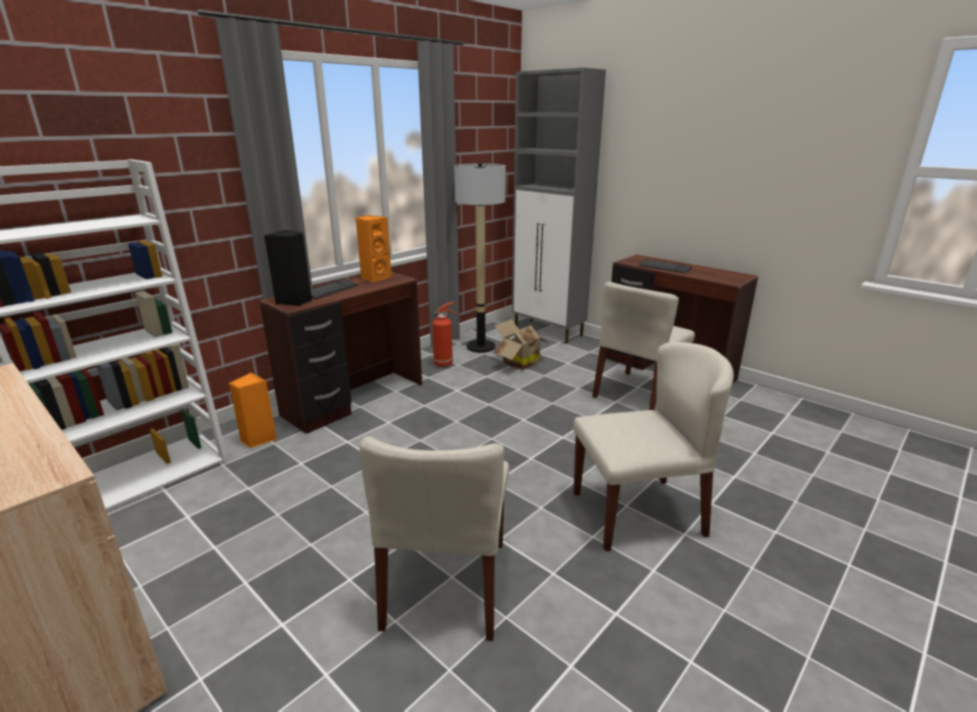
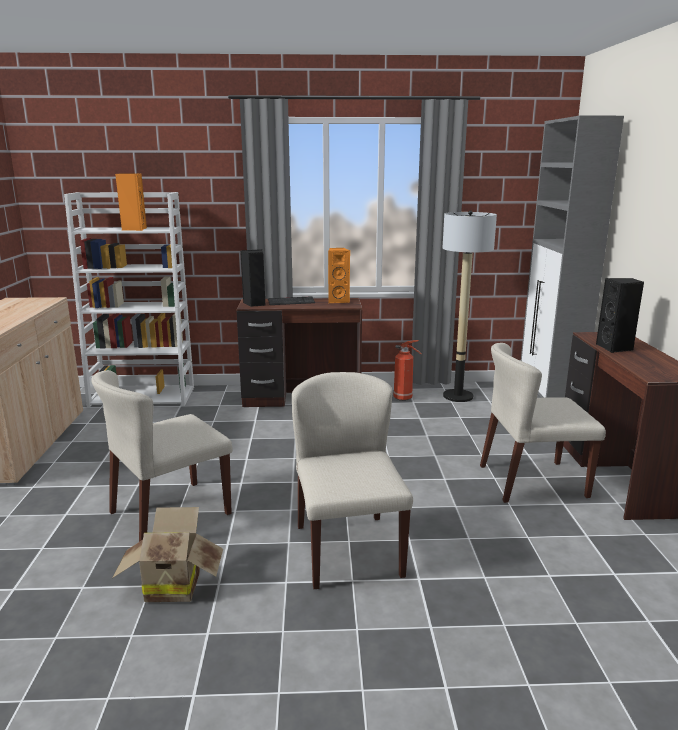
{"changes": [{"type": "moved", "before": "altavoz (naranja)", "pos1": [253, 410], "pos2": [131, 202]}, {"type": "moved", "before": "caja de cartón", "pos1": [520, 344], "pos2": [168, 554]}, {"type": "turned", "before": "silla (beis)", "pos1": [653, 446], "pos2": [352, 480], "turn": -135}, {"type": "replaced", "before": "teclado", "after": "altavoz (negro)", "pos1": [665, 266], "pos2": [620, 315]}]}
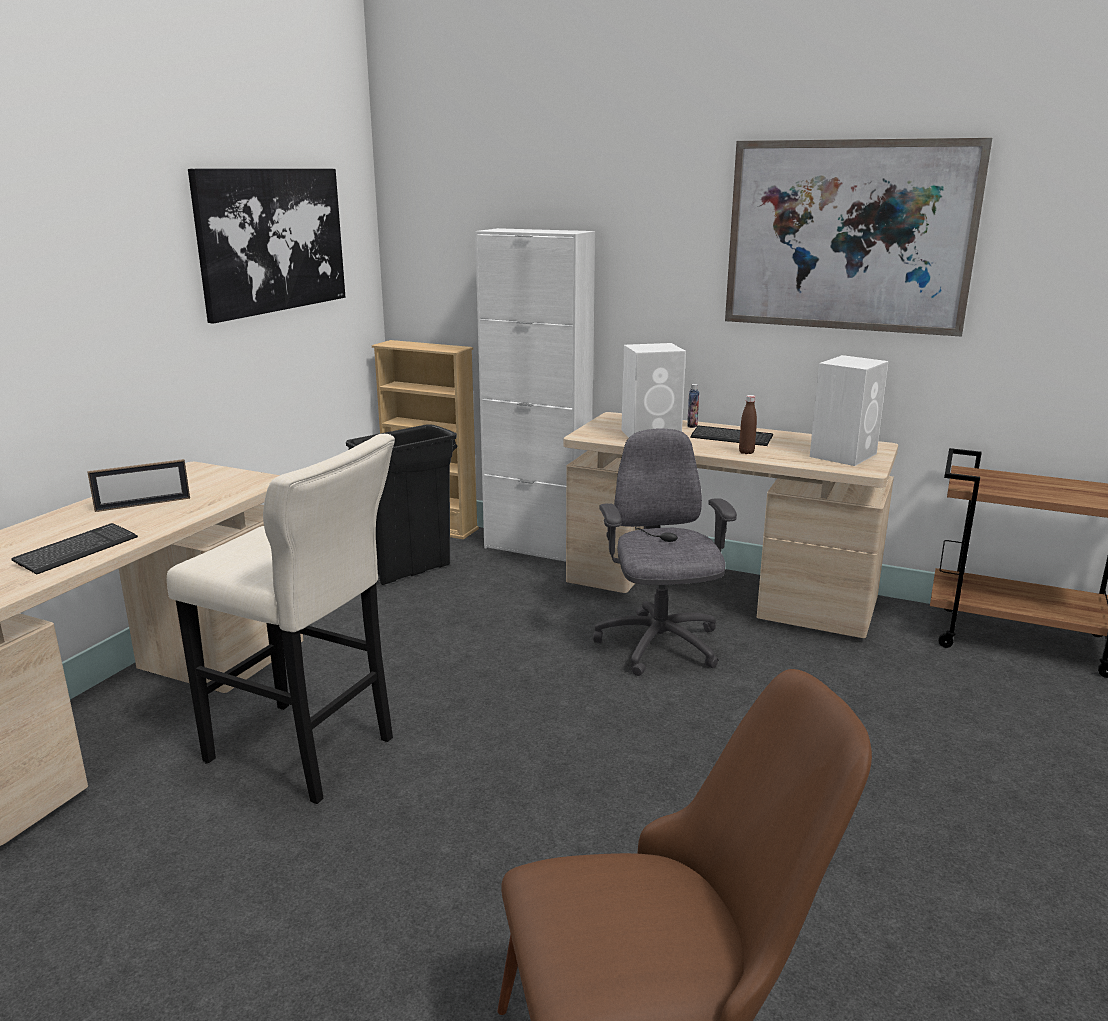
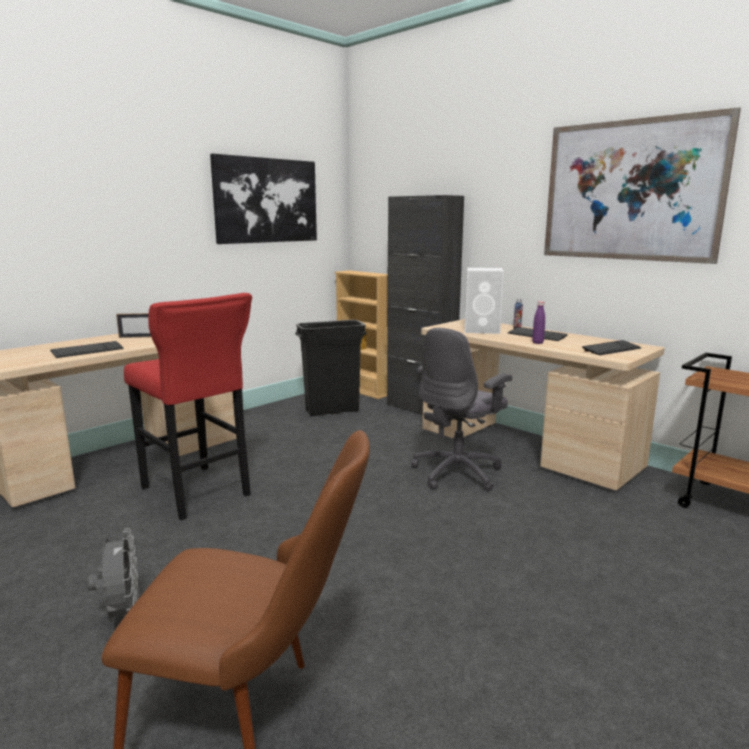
{"changes": [{"type": "recoloured", "before": "taburete (beis)", "after": "taburete (rojo)", "pos1": [281, 619], "pos2": [188, 406]}, {"type": "recoloured", "before": "armario (blanco)", "after": "armario (negro)", "pos1": [535, 395], "pos2": [425, 305]}, {"type": "turned", "before": "silla de oficina (gris)", "pos1": [665, 552], "pos2": [461, 409], "turn": -150}, {"type": "recoloured", "before": "botella (marrón)", "after": "botella (morado)", "pos1": [748, 424], "pos2": [538, 322]}, {"type": "replaced", "before": "altavoz (blanco)", "after": "teclado", "pos1": [849, 410], "pos2": [611, 347]}, {"type": "added", "after": "ventilador (gris)", "pos2": [113, 575]}]}
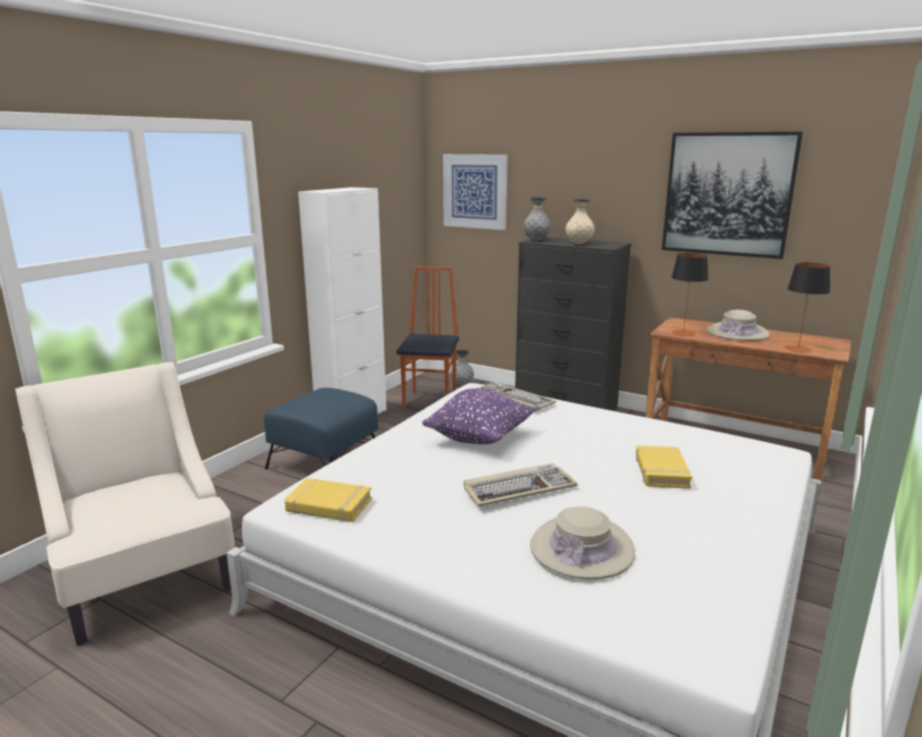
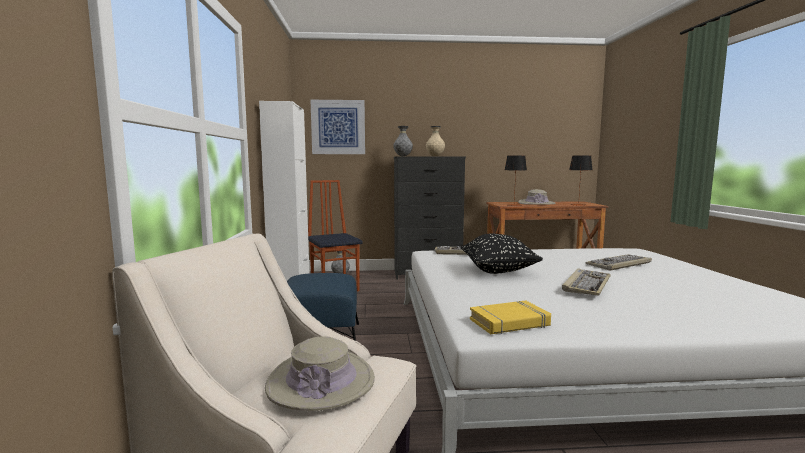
{"changes": [{"type": "recoloured", "before": "cojín (morado)", "after": "cojín (negro)", "pos1": [478, 416], "pos2": [501, 253]}, {"type": "moved", "before": "sombrero (beis)", "pos1": [582, 543], "pos2": [320, 373]}, {"type": "replaced", "before": "libro (amarillo)", "after": "teclado", "pos1": [664, 467], "pos2": [618, 262]}, {"type": "removed", "before": "cuadro", "pos1": [732, 195]}]}
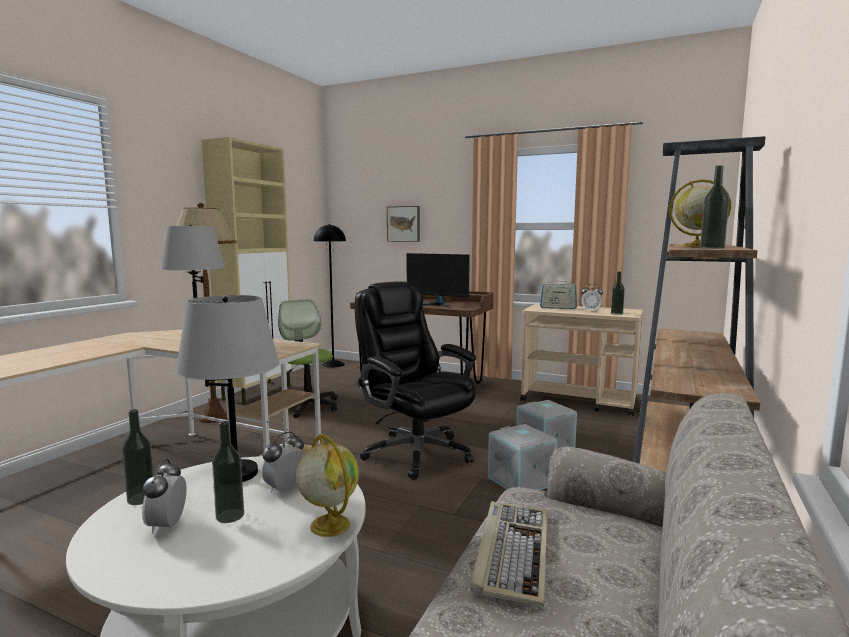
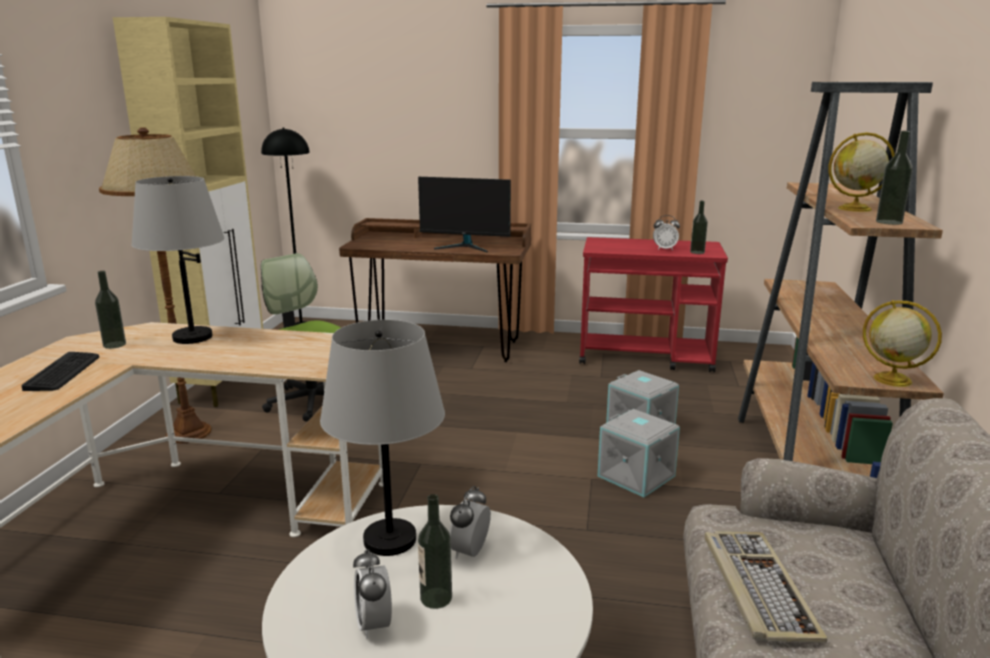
{"changes": [{"type": "moved", "before": "botella", "pos1": [138, 457], "pos2": [110, 310]}, {"type": "moved", "before": "globo terráqueo", "pos1": [327, 485], "pos2": [902, 343]}, {"type": "removed", "before": "silla de oficina (negro)", "pos1": [415, 380]}, {"type": "removed", "before": "cuadro", "pos1": [403, 224]}, {"type": "recoloured", "before": "carrito (beis)", "after": "carrito (rojo)", "pos1": [581, 360], "pos2": [653, 305]}, {"type": "removed", "before": "radio", "pos1": [558, 293]}, {"type": "added", "after": "teclado", "pos2": [60, 371]}]}
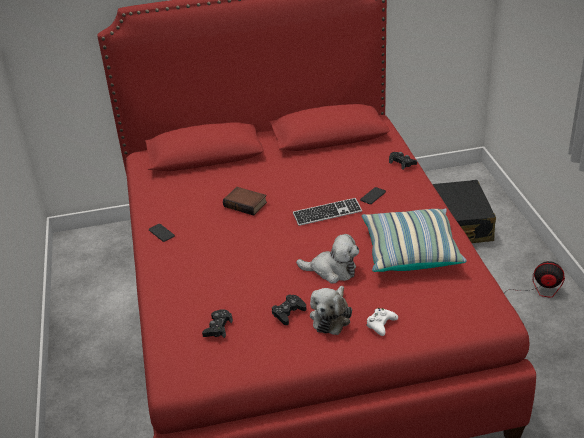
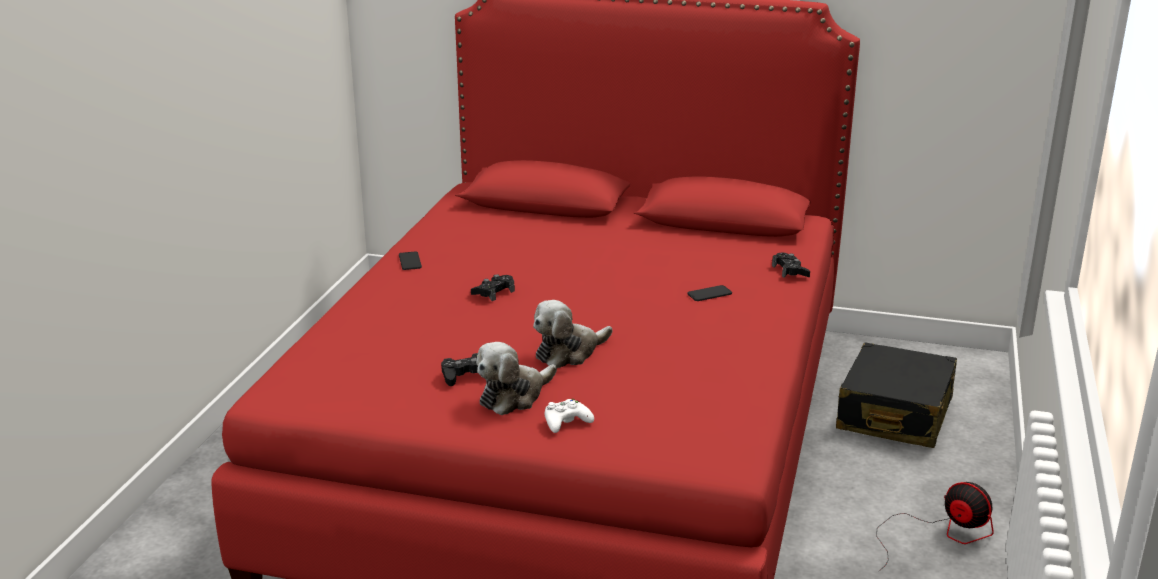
{"changes": [{"type": "moved", "before": "mando de consola (negro)", "pos1": [217, 323], "pos2": [493, 287]}, {"type": "removed", "before": "libro", "pos1": [245, 201]}, {"type": "removed", "before": "teclado", "pos1": [327, 212]}, {"type": "turned", "before": "peluche", "pos1": [327, 259], "pos2": [572, 334], "turn": 105}, {"type": "removed", "before": "cojín", "pos1": [414, 240]}]}
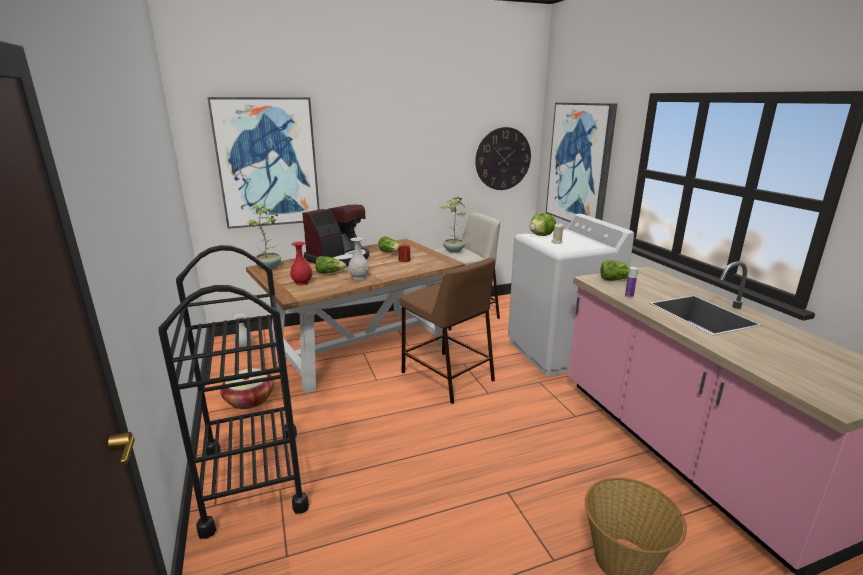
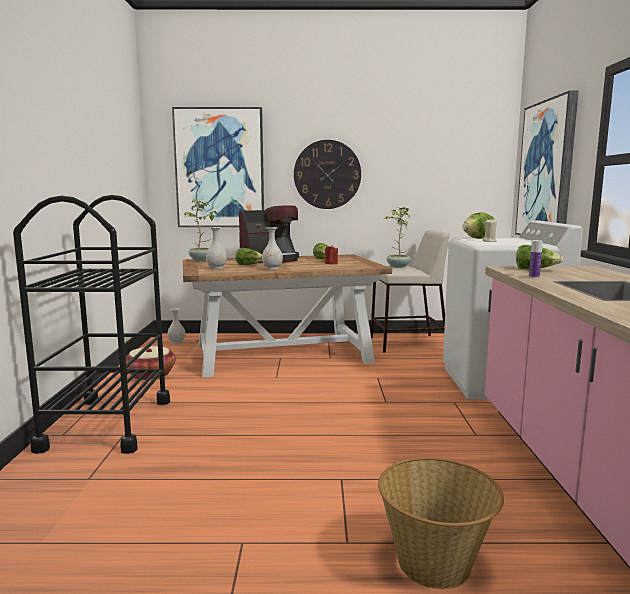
{"changes": [{"type": "recoloured", "before": "florero (rojo)", "after": "florero (blanco)", "pos1": [301, 263], "pos2": [216, 248]}, {"type": "removed", "before": "taburete (marrón)", "pos1": [447, 331]}, {"type": "moved", "before": "reloj de pared", "pos1": [503, 158], "pos2": [327, 174]}]}
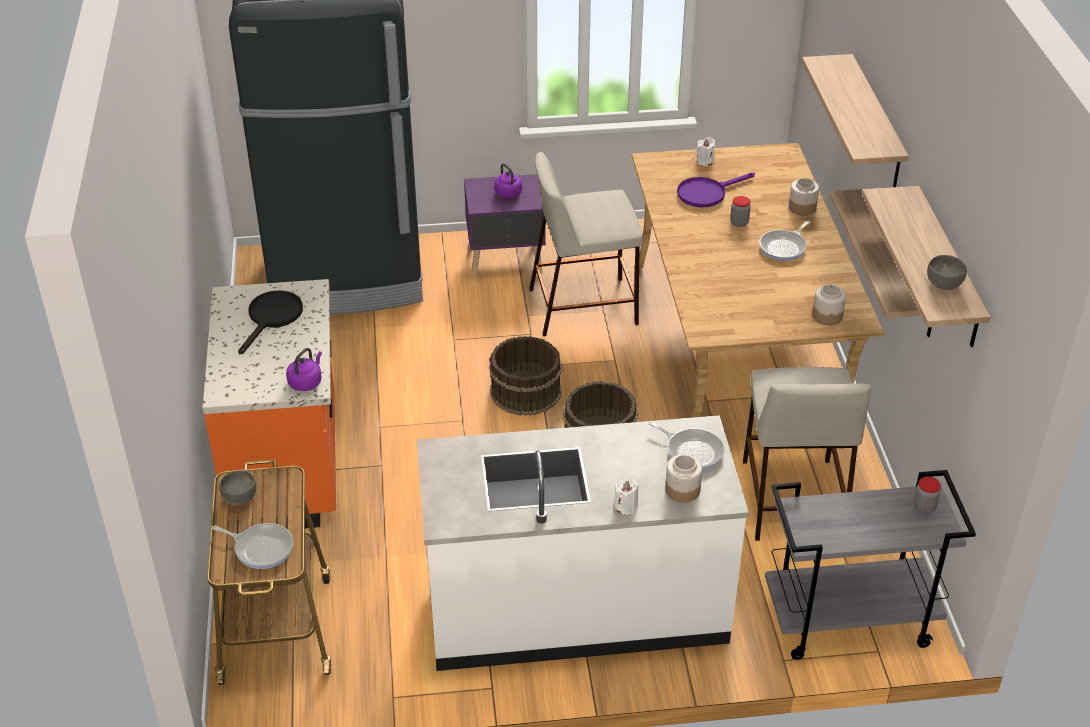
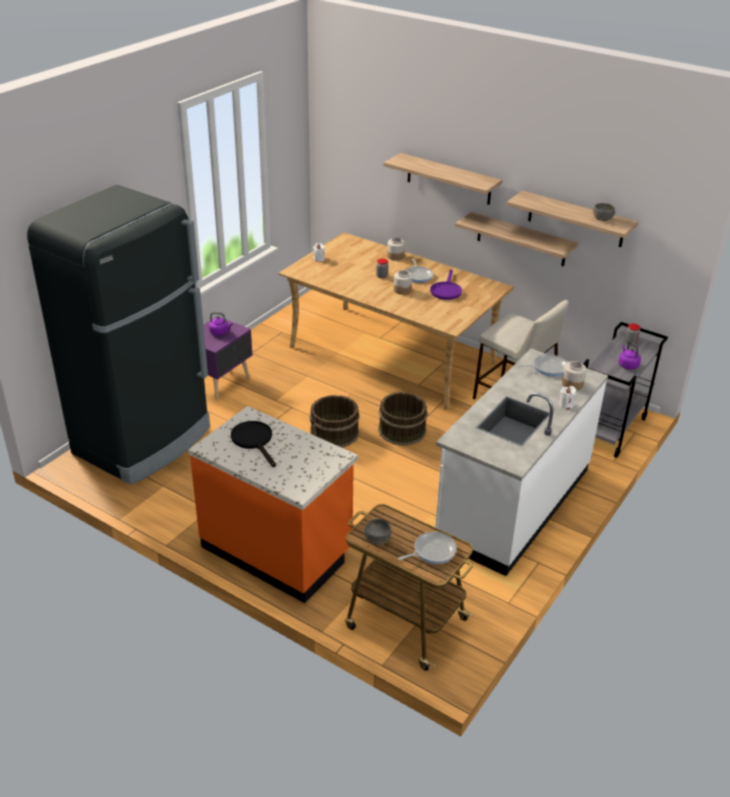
{"changes": [{"type": "moved", "before": "hervidor (morado)", "pos1": [304, 369], "pos2": [630, 356]}, {"type": "removed", "before": "taburete (beis)", "pos1": [586, 244]}, {"type": "moved", "before": "sartén (morado)", "pos1": [716, 189], "pos2": [446, 285]}, {"type": "moved", "before": "tarro", "pos1": [829, 305], "pos2": [403, 282]}]}
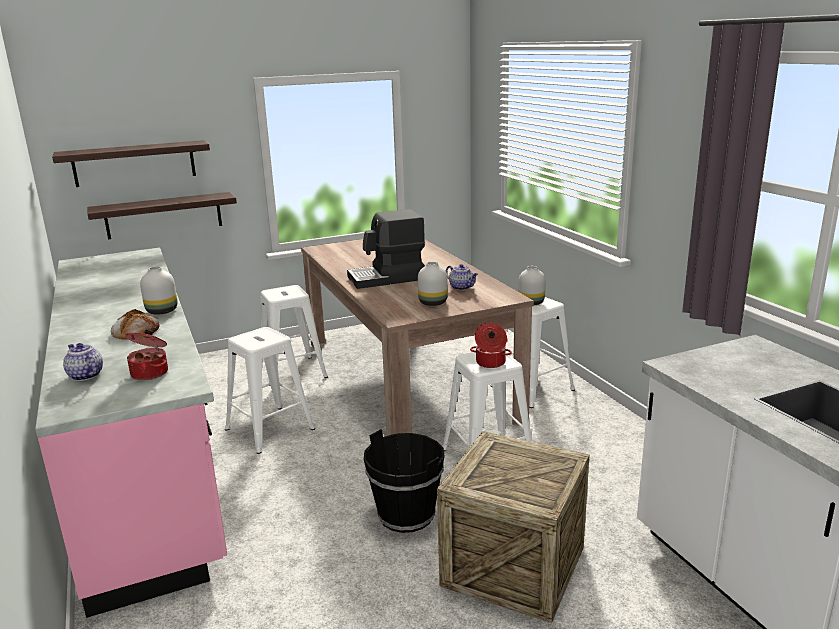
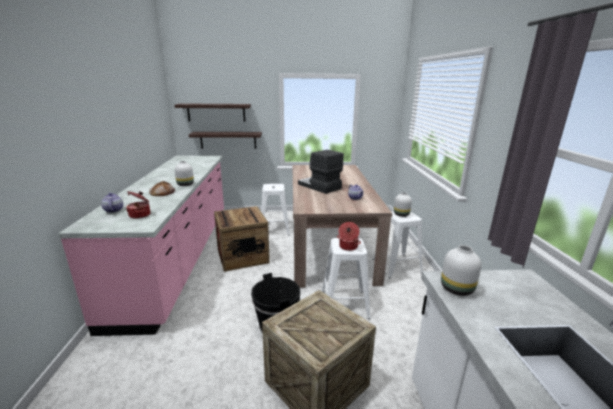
{"changes": [{"type": "replaced", "before": "taburete (blanco)", "after": "caja de embalaje", "pos1": [270, 390], "pos2": [242, 239]}, {"type": "turned", "before": "cafetera", "pos1": [386, 249], "pos2": [321, 172], "turn": 45}, {"type": "moved", "before": "florero (blanco)", "pos1": [433, 284], "pos2": [461, 270]}]}
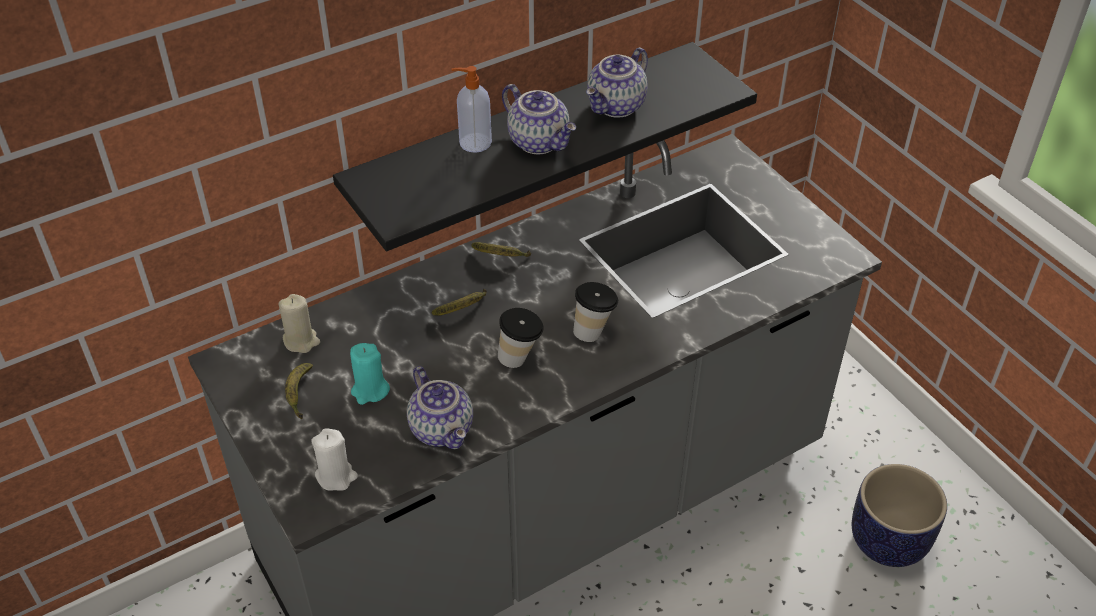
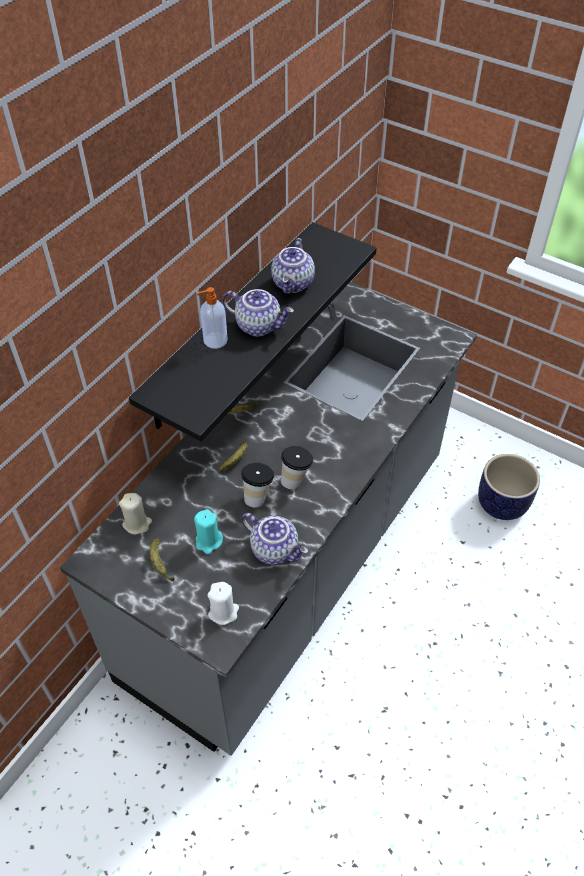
{"changes": [{"type": "moved", "before": "taza", "pos1": [595, 312], "pos2": [257, 485]}]}
